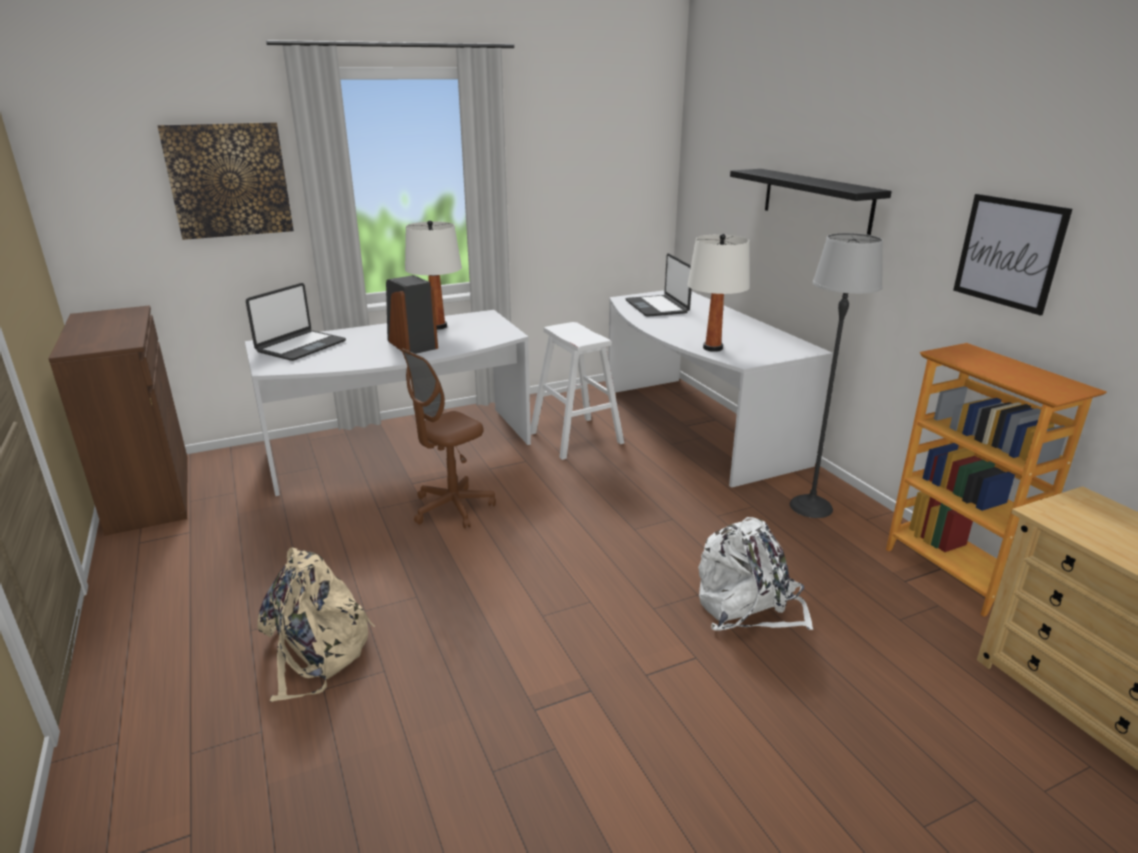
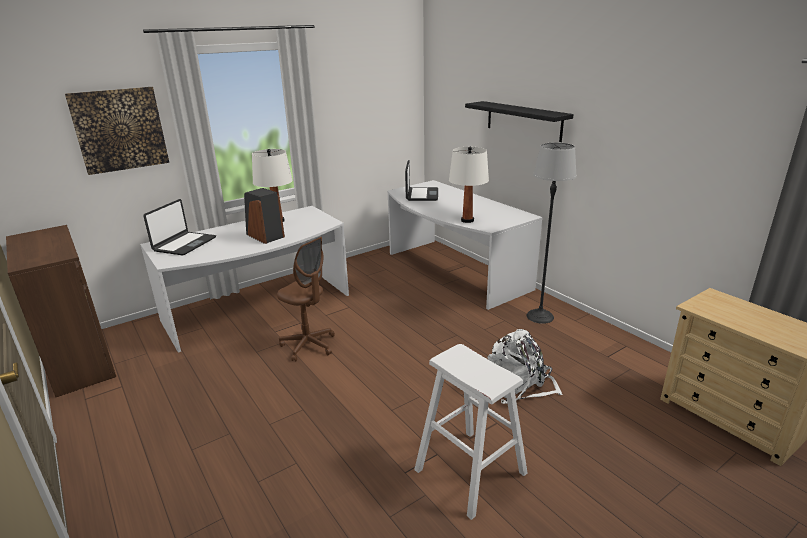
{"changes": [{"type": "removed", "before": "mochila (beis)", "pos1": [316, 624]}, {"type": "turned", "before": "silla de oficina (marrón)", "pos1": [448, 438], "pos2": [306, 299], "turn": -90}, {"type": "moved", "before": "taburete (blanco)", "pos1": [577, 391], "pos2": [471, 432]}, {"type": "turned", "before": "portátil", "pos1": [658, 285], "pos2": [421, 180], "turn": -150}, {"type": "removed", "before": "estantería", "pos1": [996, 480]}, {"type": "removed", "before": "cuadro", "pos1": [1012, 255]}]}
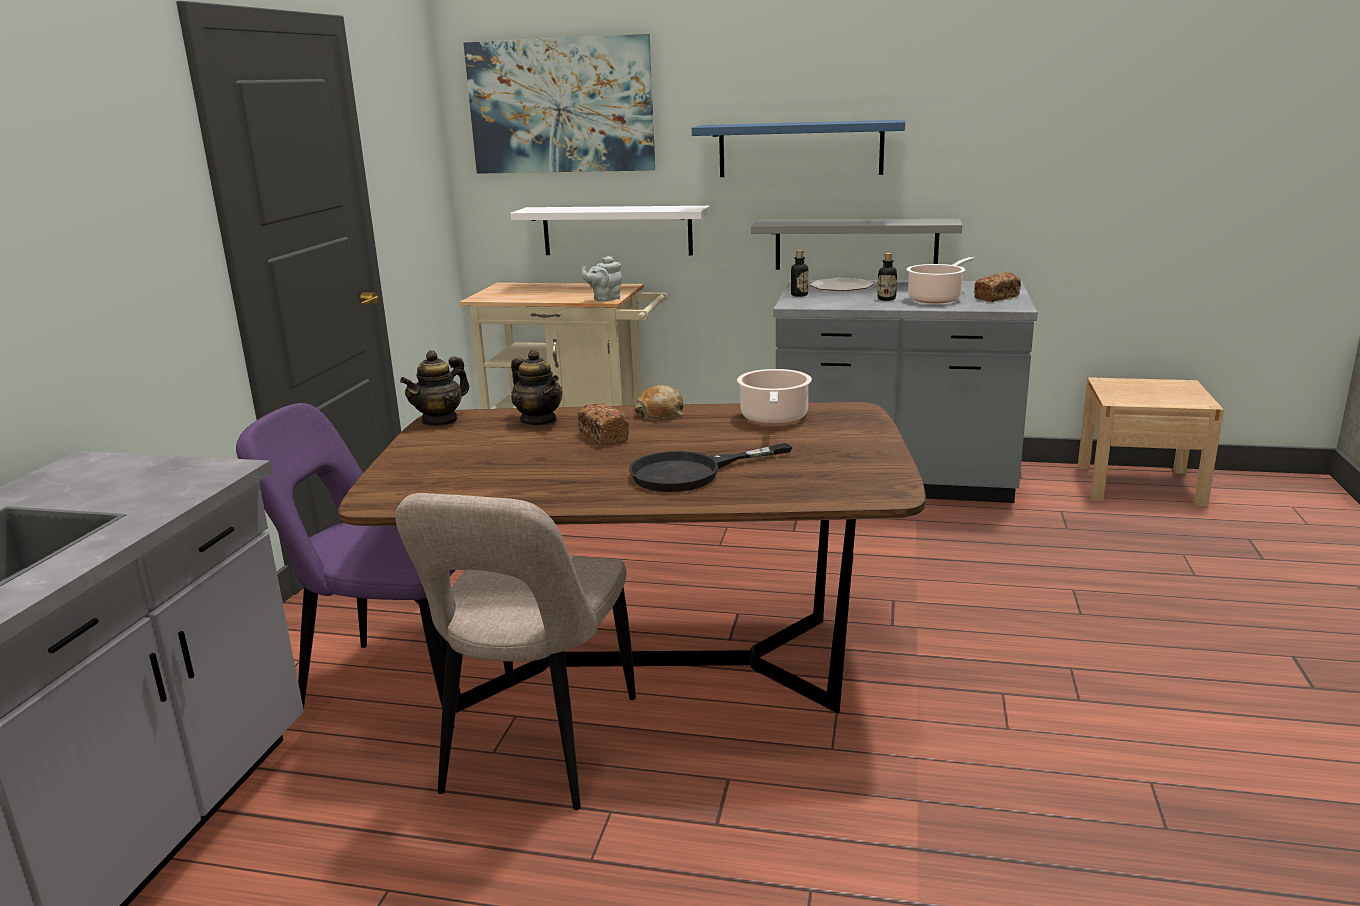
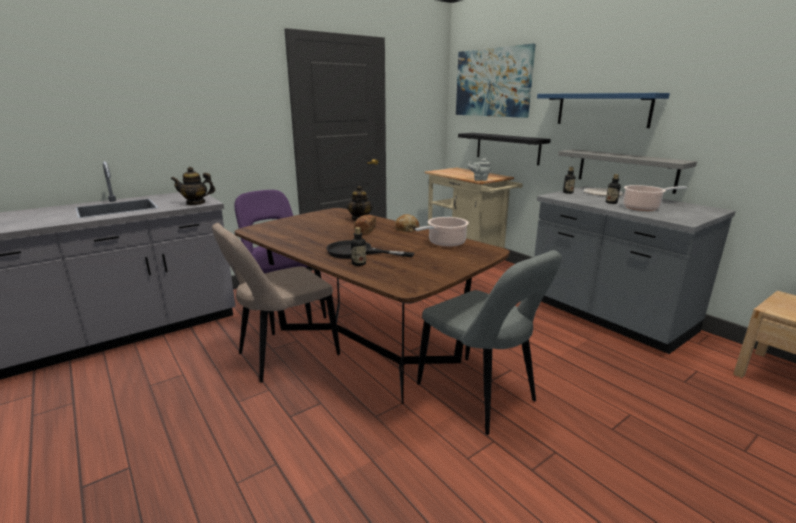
{"changes": [{"type": "moved", "before": "tetera", "pos1": [434, 388], "pos2": [193, 186]}, {"type": "recoloured", "before": "estante (blanco)", "after": "estante (negro)", "pos1": [610, 230], "pos2": [504, 149]}, {"type": "removed", "before": "pan", "pos1": [997, 287]}, {"type": "added", "after": "botella", "pos2": [358, 246]}, {"type": "added", "after": "silla (gris)", "pos2": [489, 342]}]}
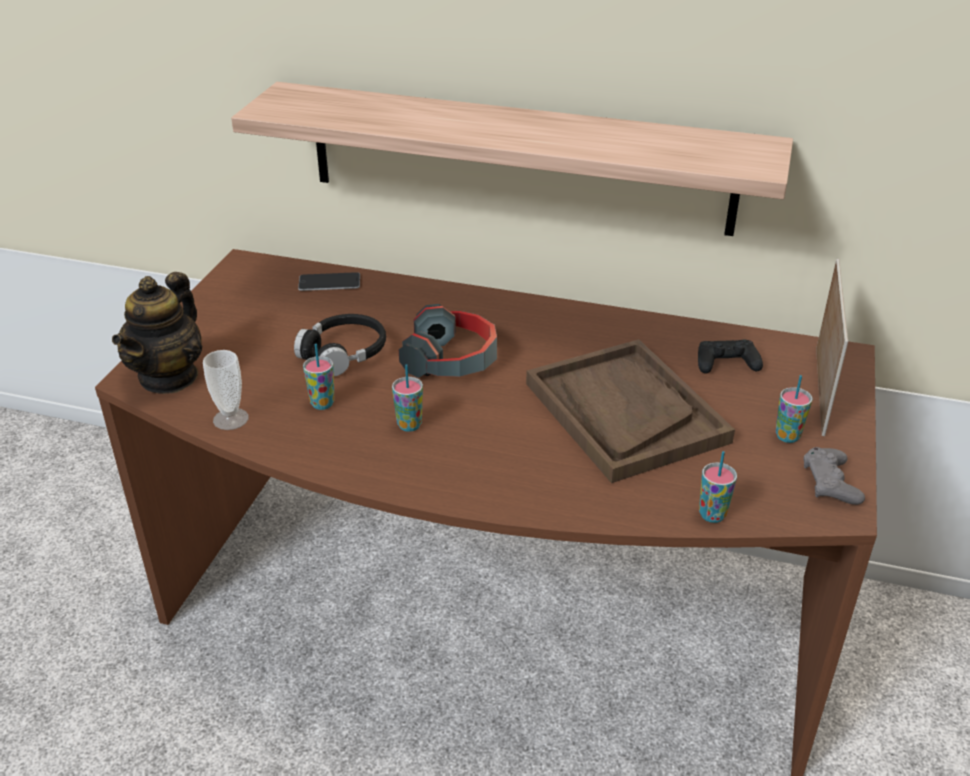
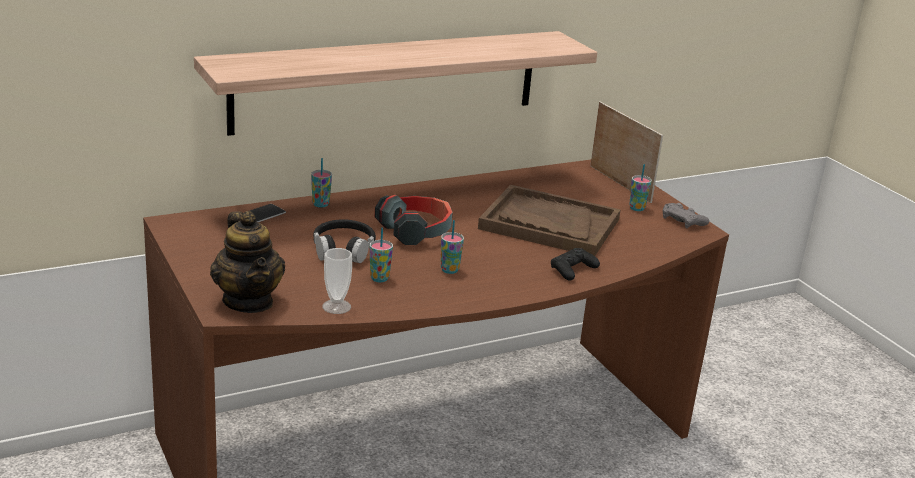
{"changes": [{"type": "moved", "before": "mando de consola (negro)", "pos1": [730, 356], "pos2": [575, 264]}, {"type": "moved", "before": "taza", "pos1": [718, 487], "pos2": [321, 183]}]}
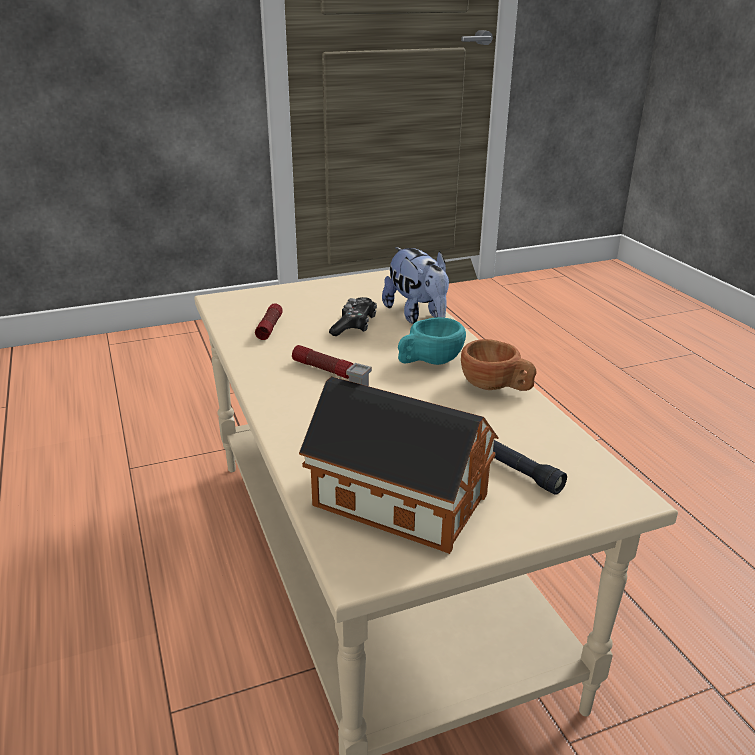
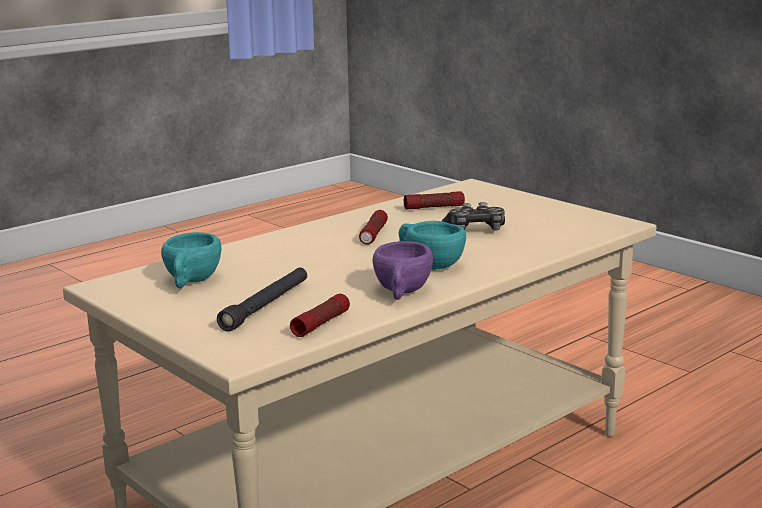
{"changes": [{"type": "replaced", "before": "casita", "after": "taza (turquesa)", "pos1": [398, 458], "pos2": [191, 260]}, {"type": "removed", "before": "peluche", "pos1": [415, 285]}, {"type": "recoloured", "before": "taza (marrón)", "after": "taza (morado)", "pos1": [498, 365], "pos2": [403, 270]}, {"type": "added", "after": "linterna", "pos2": [320, 315]}]}
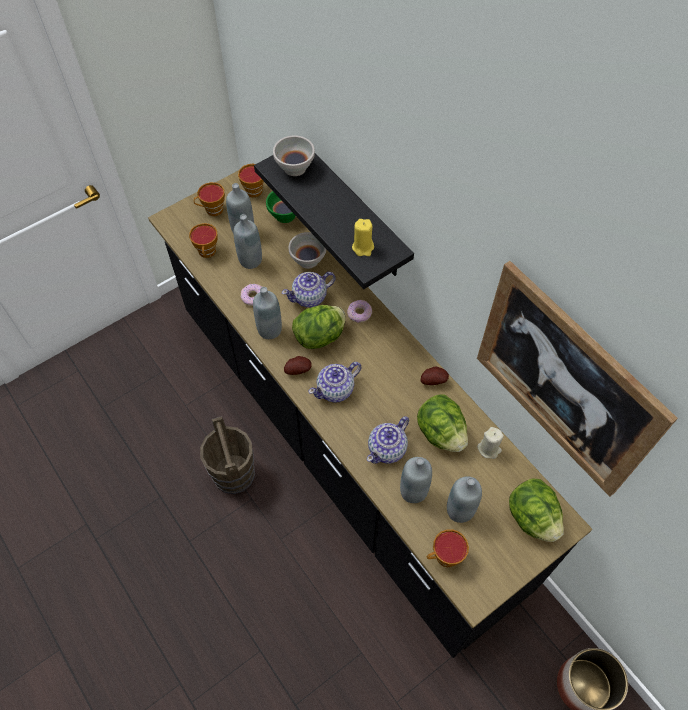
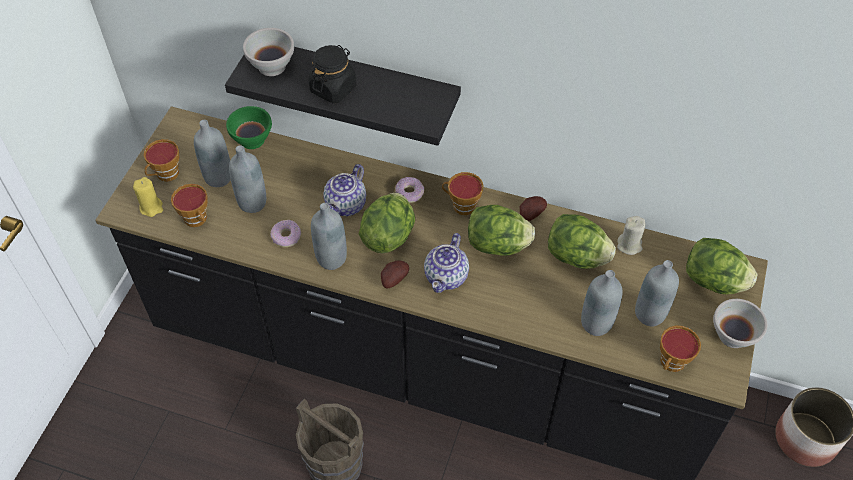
{"changes": [{"type": "moved", "before": "taza", "pos1": [251, 180], "pos2": [463, 193]}, {"type": "moved", "before": "cuenco (blanco)", "pos1": [307, 250], "pos2": [740, 323]}, {"type": "moved", "before": "vela (amarillo)", "pos1": [363, 237], "pos2": [148, 197]}, {"type": "removed", "before": "tetera", "pos1": [388, 440]}, {"type": "removed", "before": "cuadro", "pos1": [577, 379]}, {"type": "added", "after": "tarro (negro)", "pos2": [332, 74]}, {"type": "added", "after": "lechuga", "pos2": [501, 230]}]}
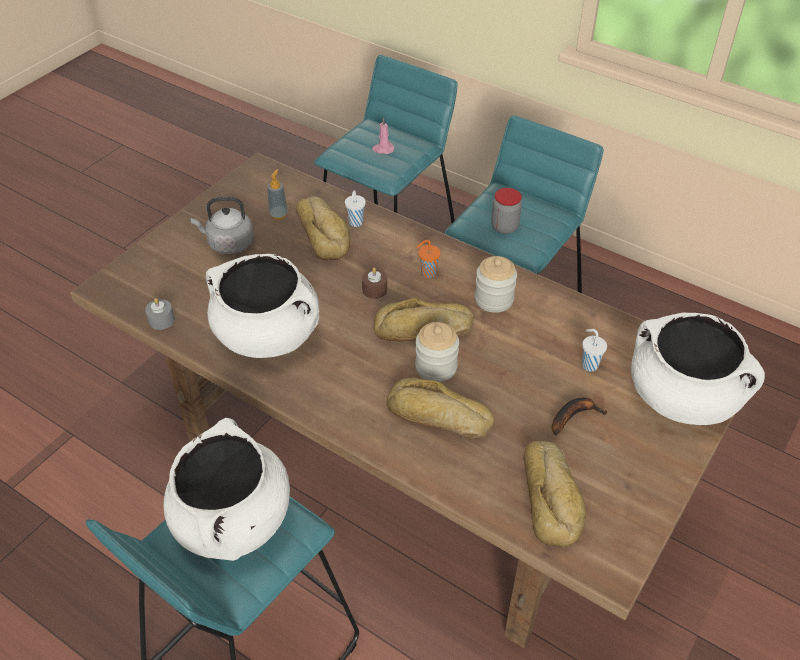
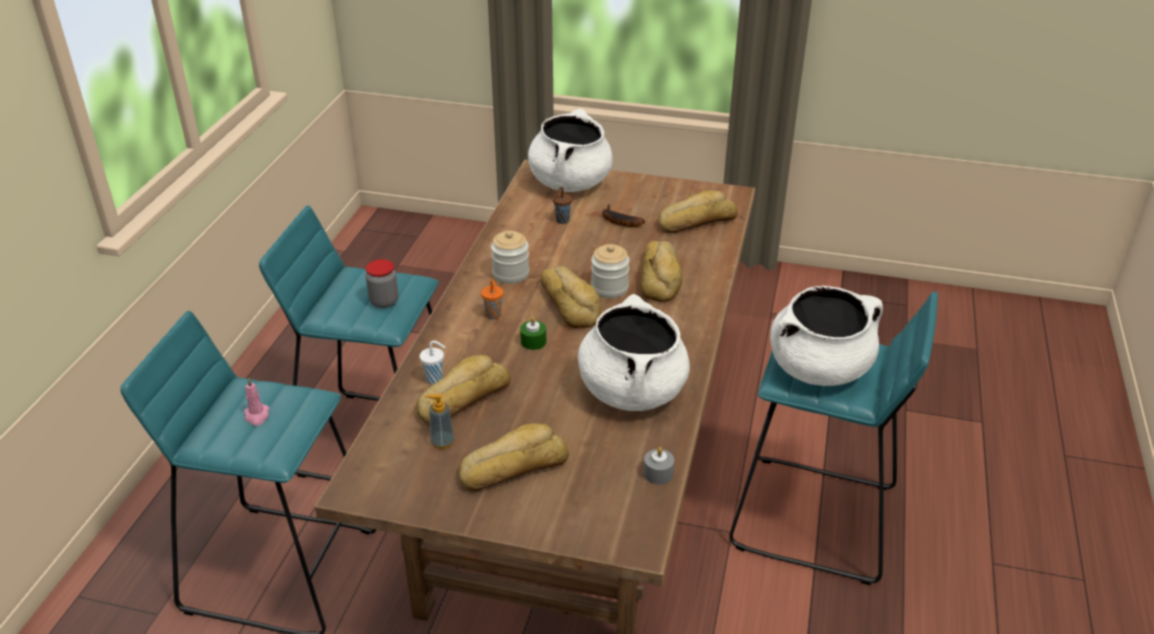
{"changes": [{"type": "replaced", "before": "hervidor (gris)", "after": "pan", "pos1": [222, 225], "pos2": [514, 457]}, {"type": "recoloured", "before": "vela (marrón)", "after": "vela (verde)", "pos1": [374, 283], "pos2": [533, 333]}, {"type": "recoloured", "before": "taza (blanco)", "after": "taza (marrón)", "pos1": [594, 350], "pos2": [562, 205]}]}
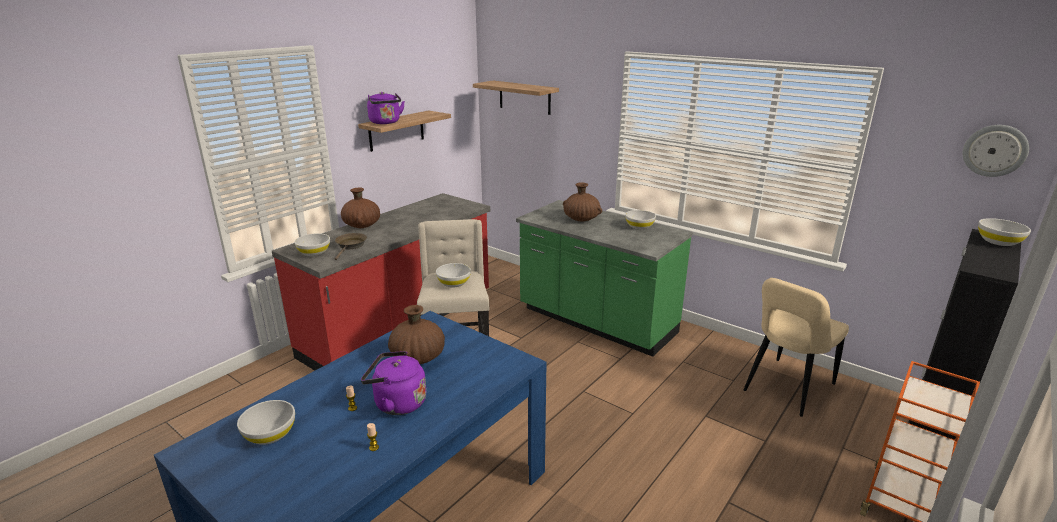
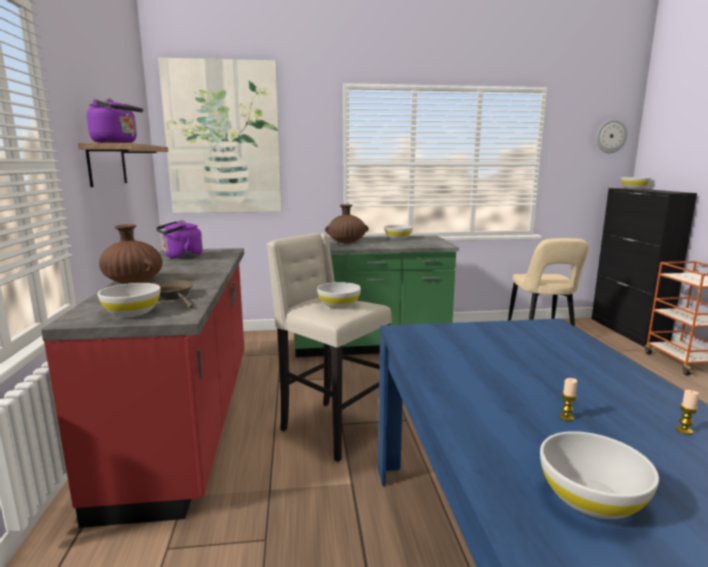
{"changes": [{"type": "moved", "before": "hervidor (morado)", "pos1": [393, 383], "pos2": [179, 240]}, {"type": "removed", "before": "florero (marrón)", "pos1": [416, 334]}, {"type": "replaced", "before": "estante", "after": "cuadro", "pos1": [516, 98], "pos2": [220, 135]}]}
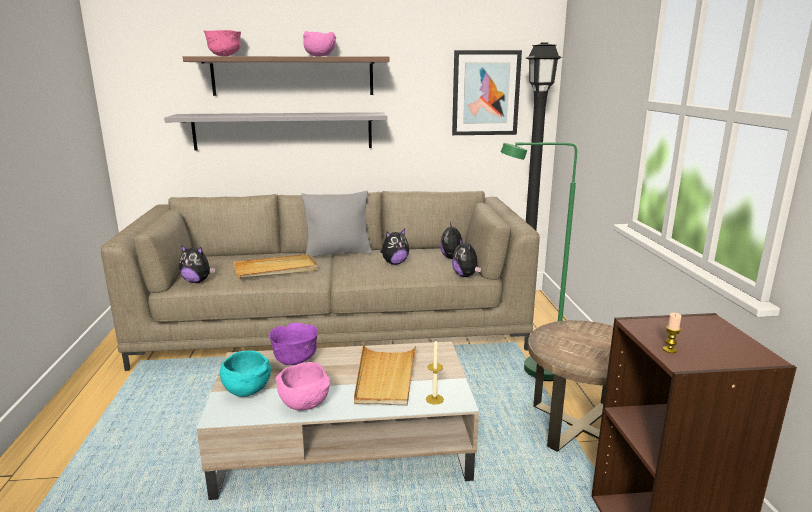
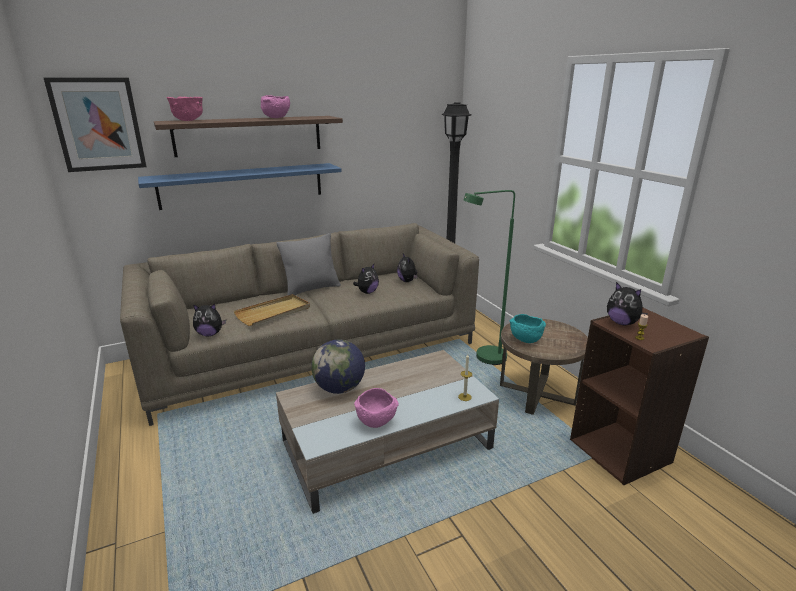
{"changes": [{"type": "recoloured", "before": "estante (gris)", "after": "estante (azul)", "pos1": [275, 131], "pos2": [239, 186]}, {"type": "moved", "before": "cuenco (turquesa)", "pos1": [245, 373], "pos2": [528, 328]}, {"type": "replaced", "before": "cuenco (morado)", "after": "globo terráqueo", "pos1": [293, 344], "pos2": [338, 367]}, {"type": "removed", "before": "bandeja (beis)", "pos1": [385, 375]}, {"type": "moved", "before": "cuadro", "pos1": [487, 92], "pos2": [95, 124]}, {"type": "moved", "before": "peluche", "pos1": [466, 258], "pos2": [627, 303]}]}
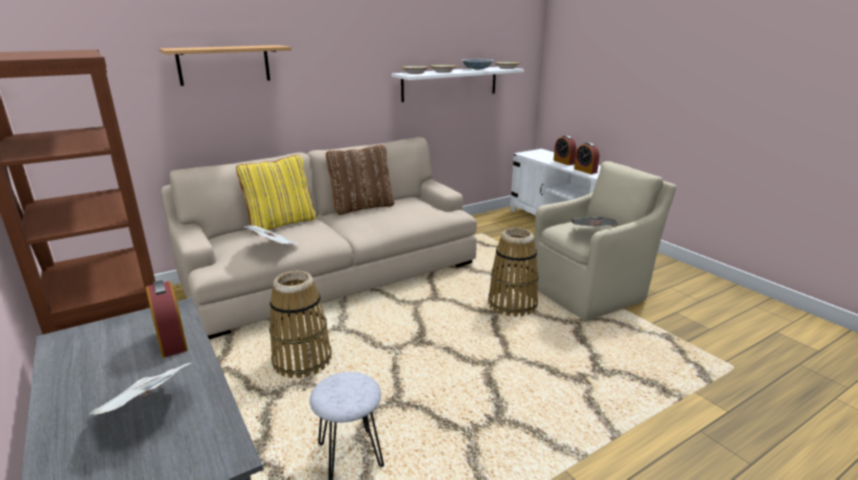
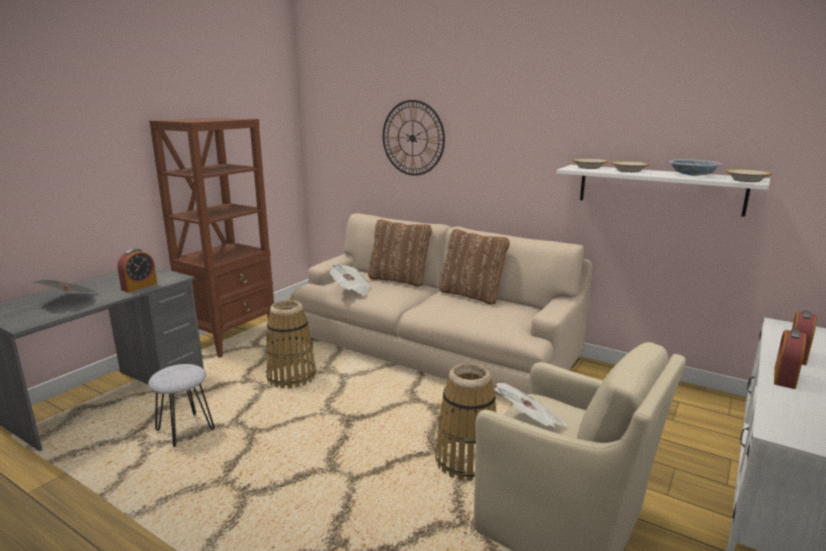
{"changes": [{"type": "replaced", "before": "estante", "after": "reloj de pared", "pos1": [225, 65], "pos2": [414, 138]}, {"type": "recoloured", "before": "cojín (amarillo)", "after": "cojín (marrón)", "pos1": [276, 194], "pos2": [400, 253]}]}
